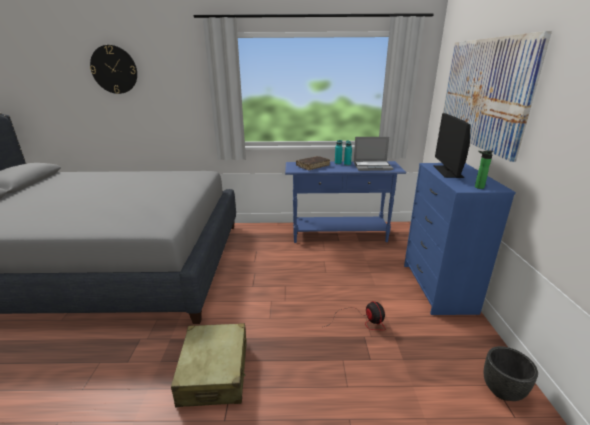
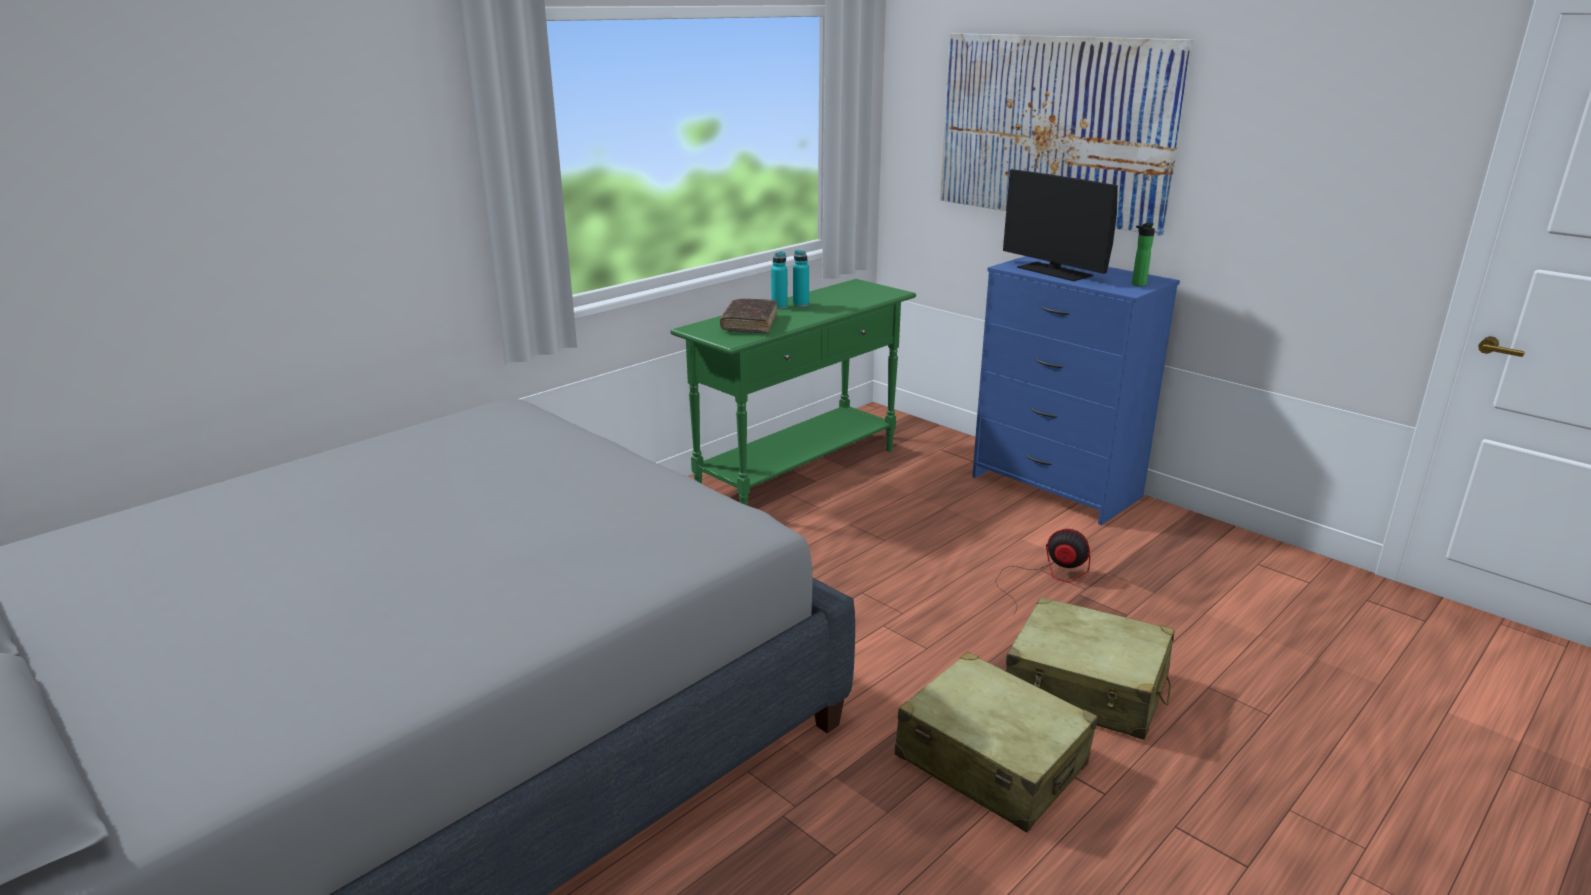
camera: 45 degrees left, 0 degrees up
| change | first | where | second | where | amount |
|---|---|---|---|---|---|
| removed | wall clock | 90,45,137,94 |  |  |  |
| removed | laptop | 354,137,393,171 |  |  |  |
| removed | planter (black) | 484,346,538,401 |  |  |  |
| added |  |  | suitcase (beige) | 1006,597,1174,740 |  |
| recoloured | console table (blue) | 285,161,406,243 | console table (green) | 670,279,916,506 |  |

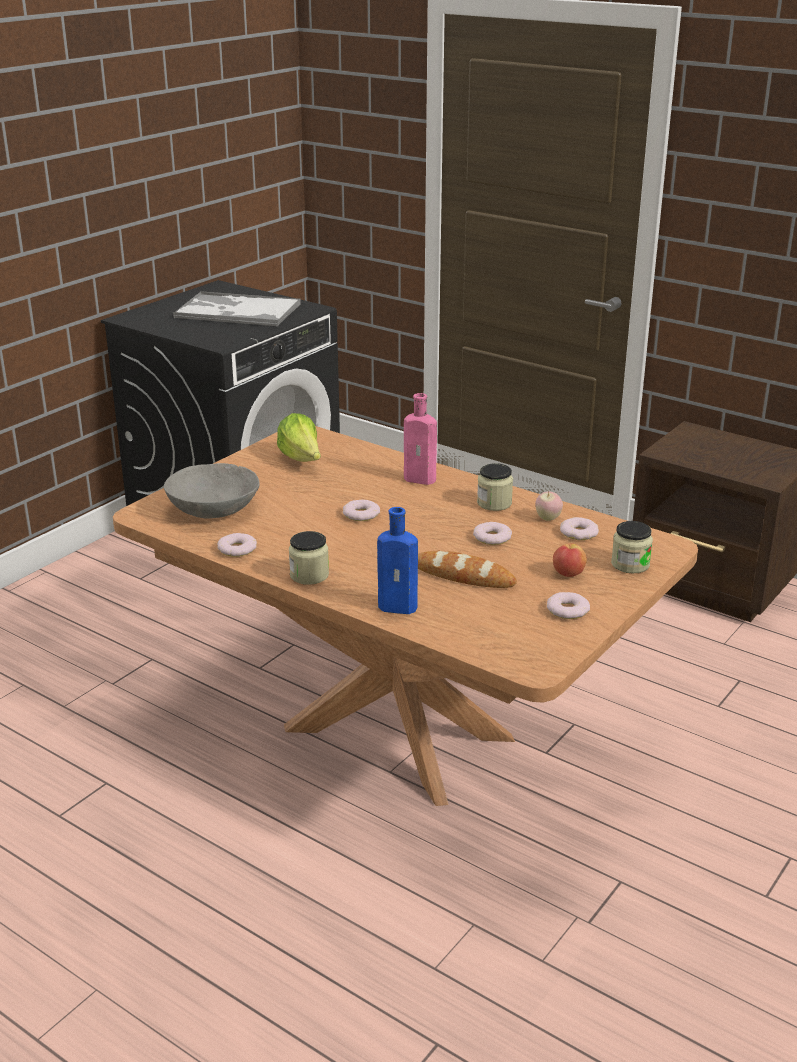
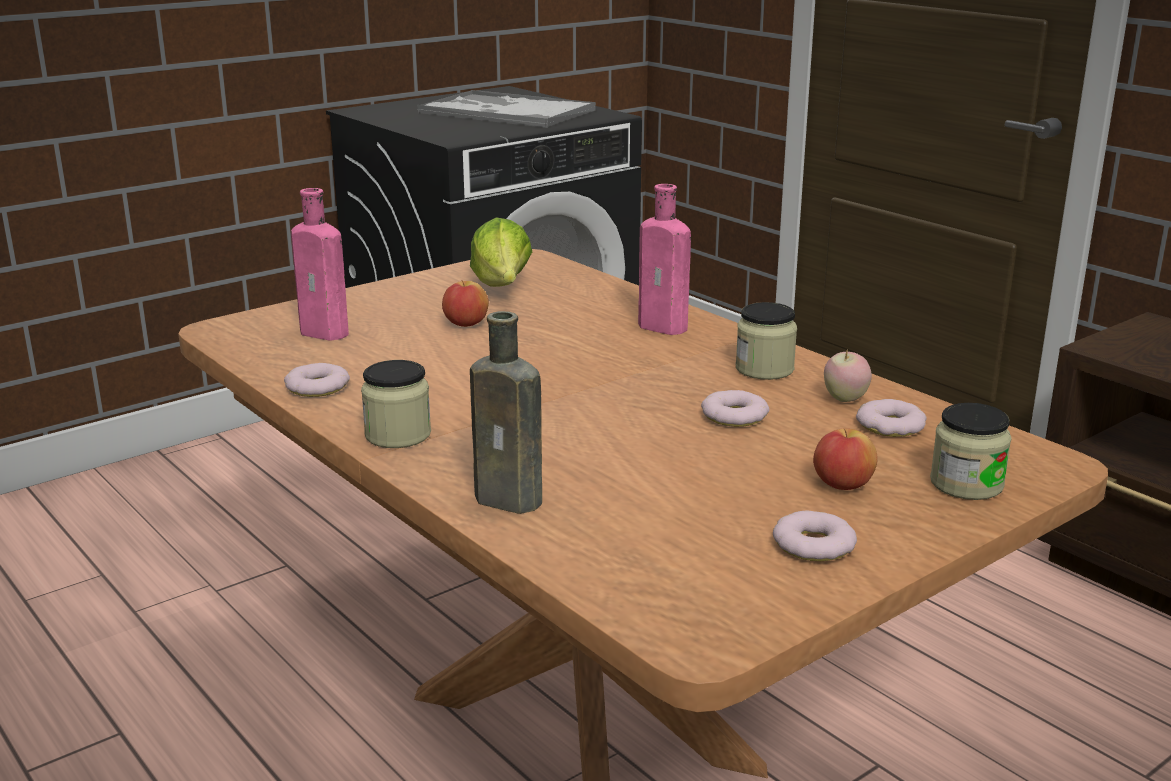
camera: 15 degrees right, 5 degrees down
| change | first | where | second | where | amount |
|---|---|---|---|---|---|
| removed | donut | 343,500,380,521 |  |  |  |
| removed | bread | 418,551,517,588 |  |  |  |
| added |  |  | apple | 442,281,489,327 |  |
| replaced | bowl (grey) | 164,463,260,518 | bottle (pink) | 291,188,349,341 |  |
| recoloured | bottle (blue) | 377,507,418,614 | bottle (brown) | 470,311,542,520 |  |

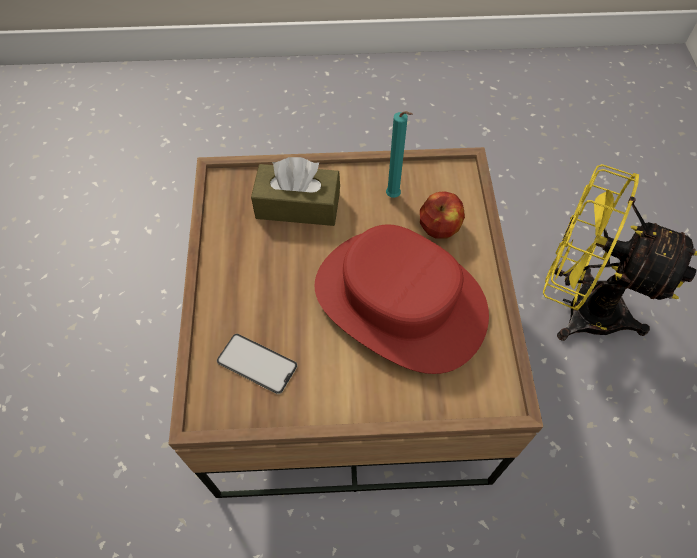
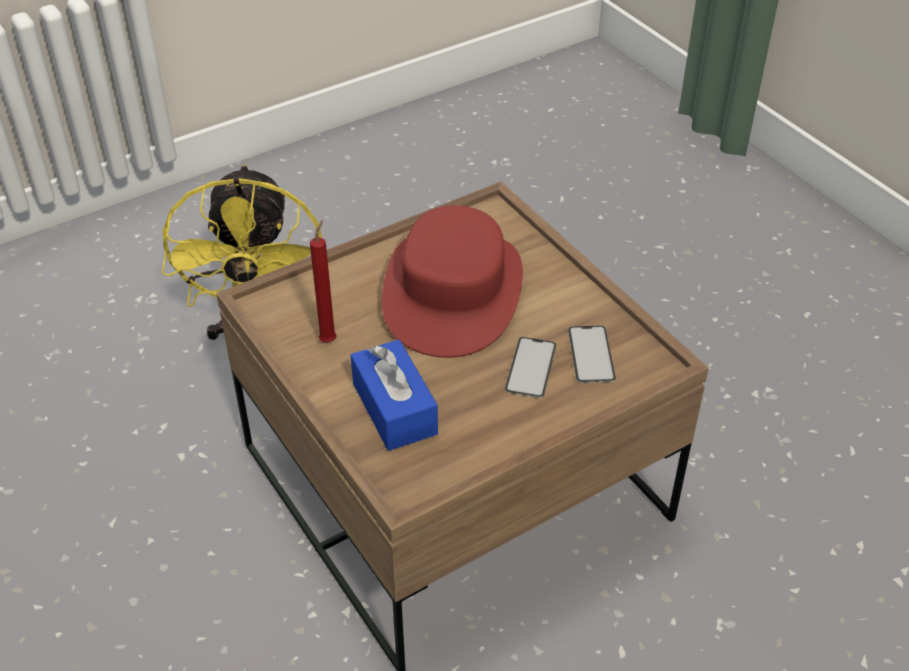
camera: 120 degrees left, 15 degrees down
| change | first | where | second | where | amount |
|---|---|---|---|---|---|
| removed | apple | 420,191,465,239 |  |  |  |
| added |  |  | phone | 505,337,556,398 |  |
| recoloured | tissue box (brown) | 251,157,340,226 | tissue box (blue) | 350,340,438,451 |  |
| recoloured | candle (turquoise) | 386,111,413,198 | candle (red) | 310,220,337,342 |  |

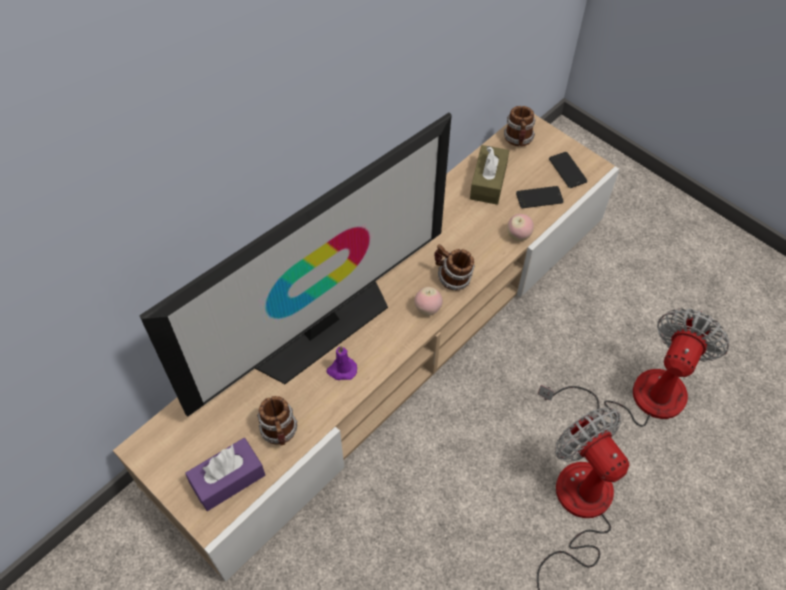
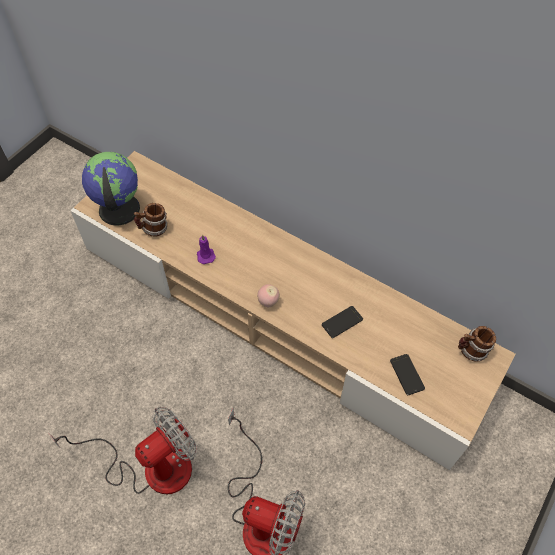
camera: 80 degrees right, 0 degrees up
| change | first | where | second | where | amount |
|---|---|---|---|---|---|
| removed | television | 139,112,452,417 |  |  |  |
| removed | mug | 434,244,475,291 |  |  |  |
| removed | tissue box (brown) | 470,145,509,205 |  |  |  |
| removed | apple | 507,214,534,241 |  |  |  |
| moved | phone | 549,152,587,188 |  | 322,306,363,338 |  |
| replaced | tissue box (purple) | 185,438,265,511 | globe | 82,152,140,225 |  |

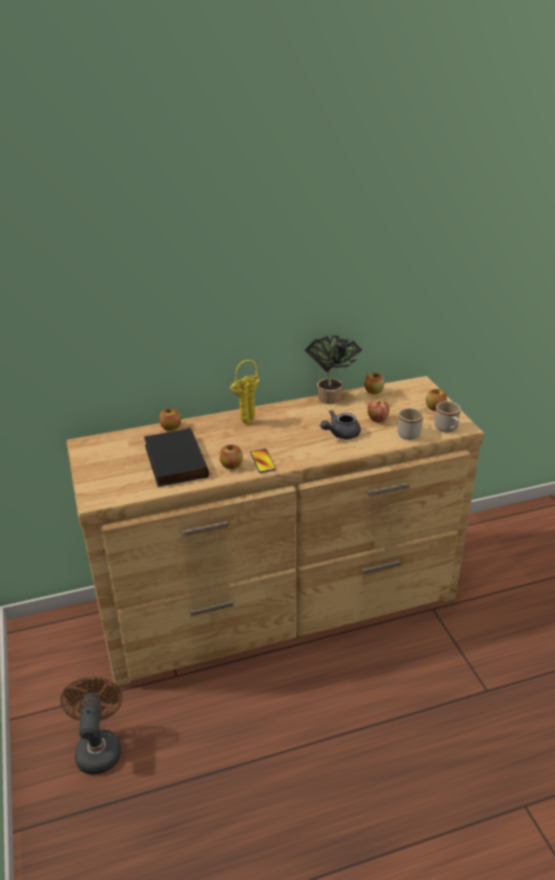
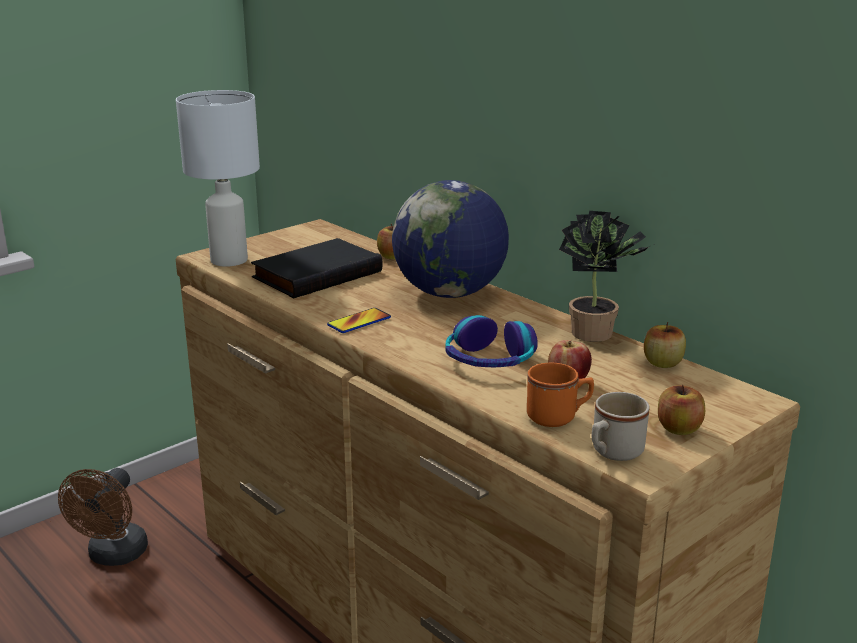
camera: 65 degrees right, 10 degrees down
| change | first | where | second | where | amount |
|---|---|---|---|---|---|
| removed | apple | 220,444,243,469 |  |  |  |
| added |  |  | table lamp (white) | 176,90,260,267 |  |
| replaced | vase (yellow) | 230,360,259,424 | globe | 392,180,509,298 |  |
| replaced | teapot (grey) | 320,410,361,439 | headphones | 446,315,538,367 |  |
| recoloured | mug (beige) | 397,408,423,440 | mug (orange) | 527,363,594,427 |  |
| turned | fan (brown) | 60,676,122,774 |  | 58,468,148,566 | 135 degrees clockwise |

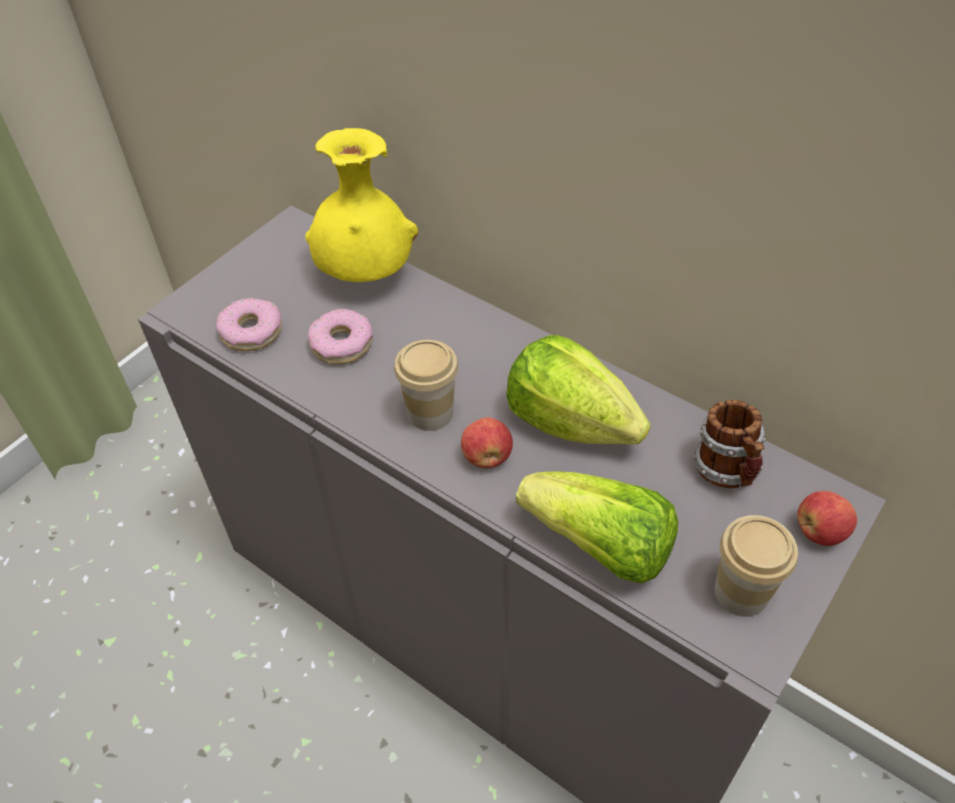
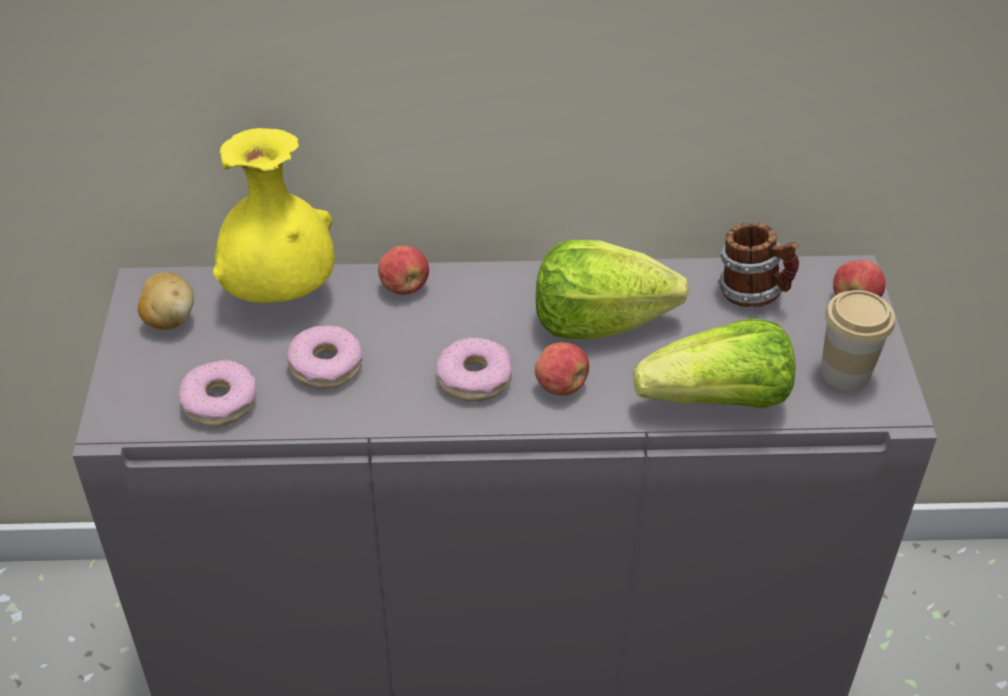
camera: 40 degrees left, 5 degrees down
| change | first | where | second | where | amount |
|---|---|---|---|---|---|
| added |  |  | potato | 138,272,194,330 |  |
| added |  |  | apple | 378,245,429,295 |  |
| replaced | cup | 394,340,458,431 | donut | 437,338,512,401 |  |

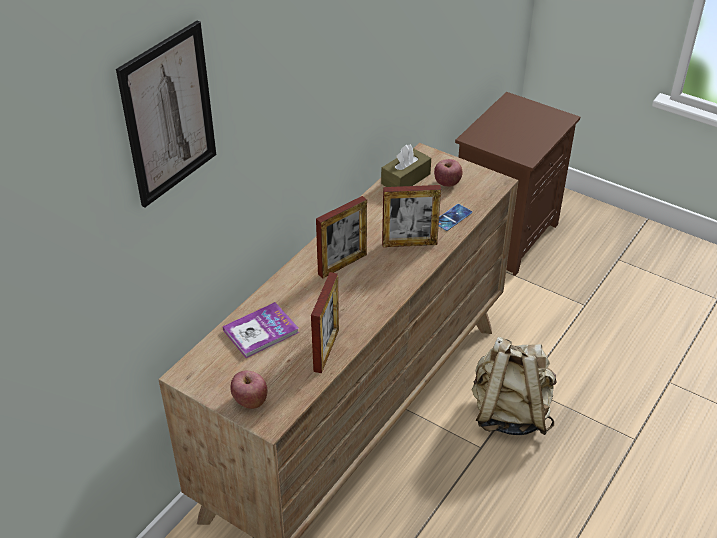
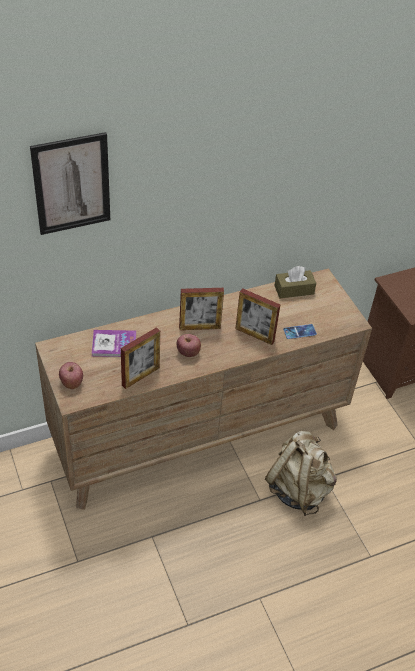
camera: 30 degrees right, 5 degrees up
| change | first | where | second | where | amount |
|---|---|---|---|---|---|
| moved | apple | 434,159,463,187 |  | 176,334,201,357 |  |

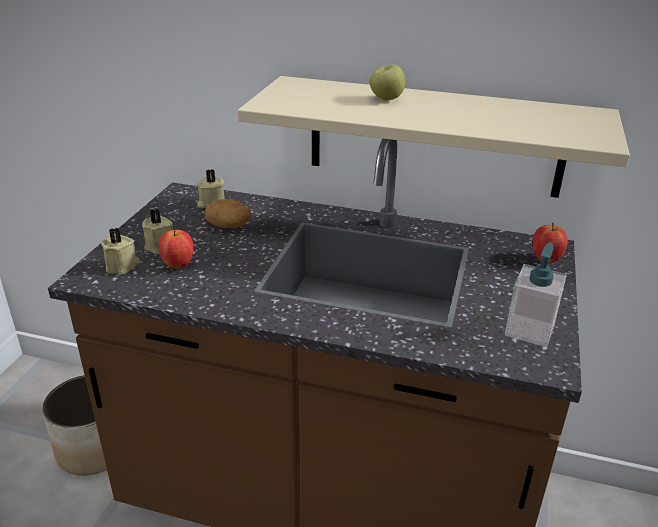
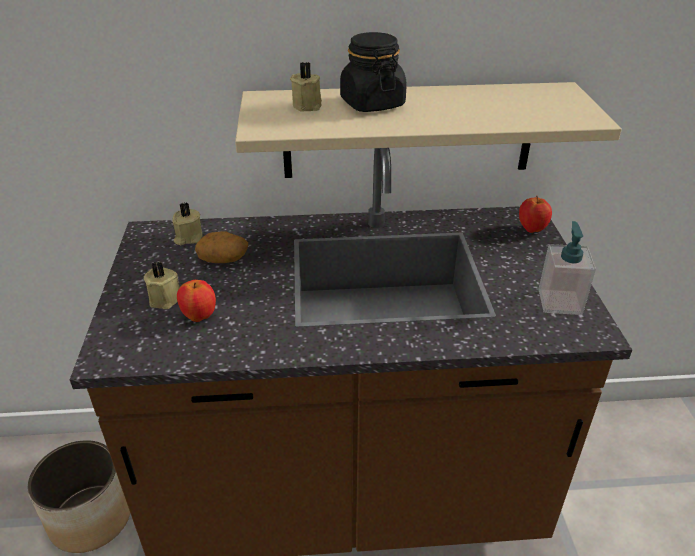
camera: 20 degrees left, 5 degrees up
| change | first | where | second | where | amount |
|---|---|---|---|---|---|
| moved | candle (beige) | 101,227,140,274 |  | 290,62,322,112 |  |
| replaced | apple | 370,64,405,100 | jar (black) | 340,32,407,112 |  |

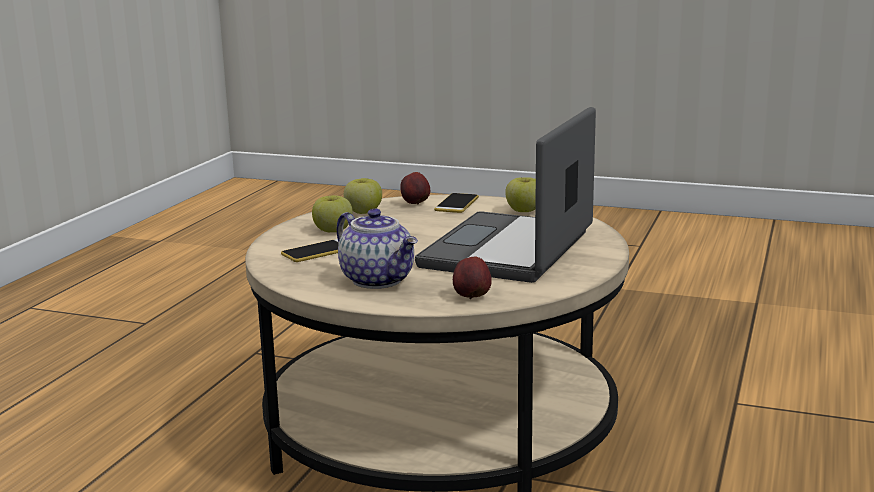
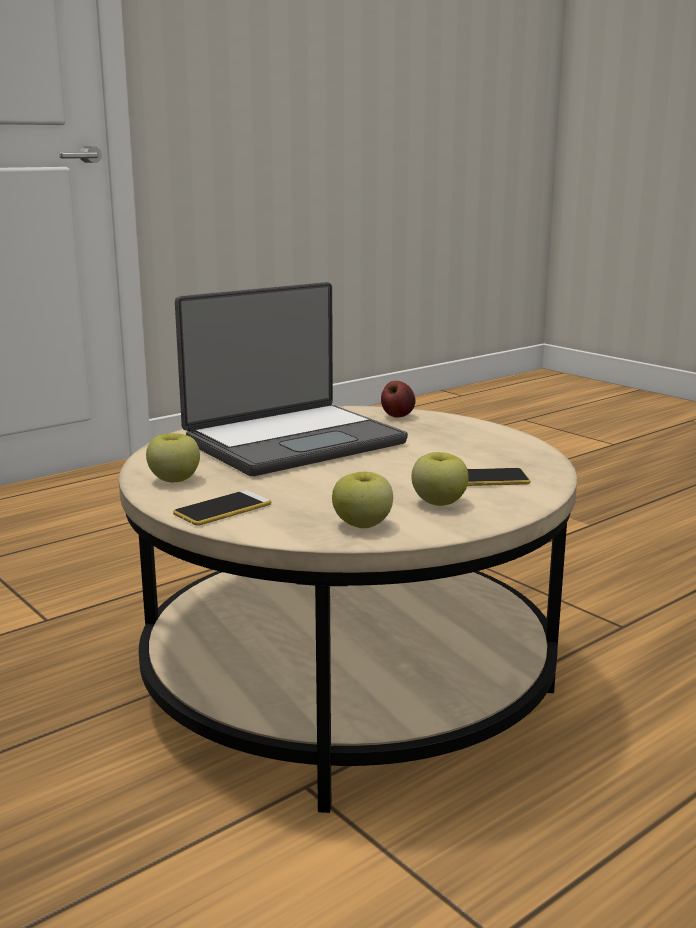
camera: 150 degrees left, 0 degrees up
| change | first | where | second | where | amount |
|---|---|---|---|---|---|
| removed | teapot | 337,208,418,289 |  |  |  |
| removed | apple | 400,172,430,204 |  |  |  |

